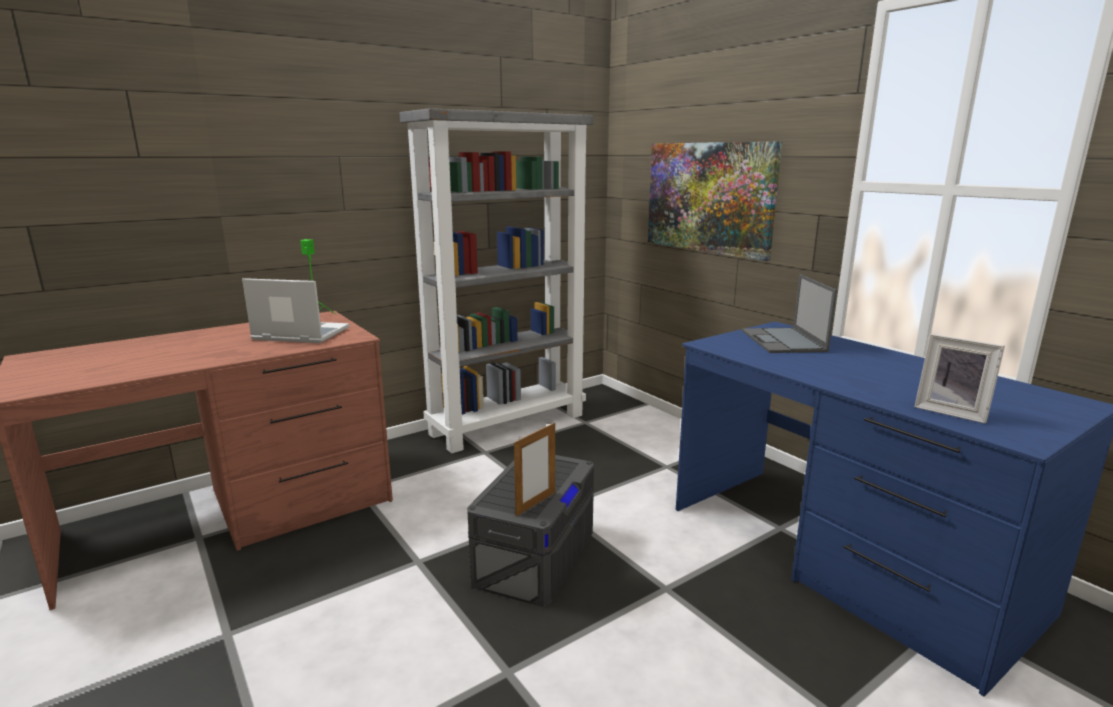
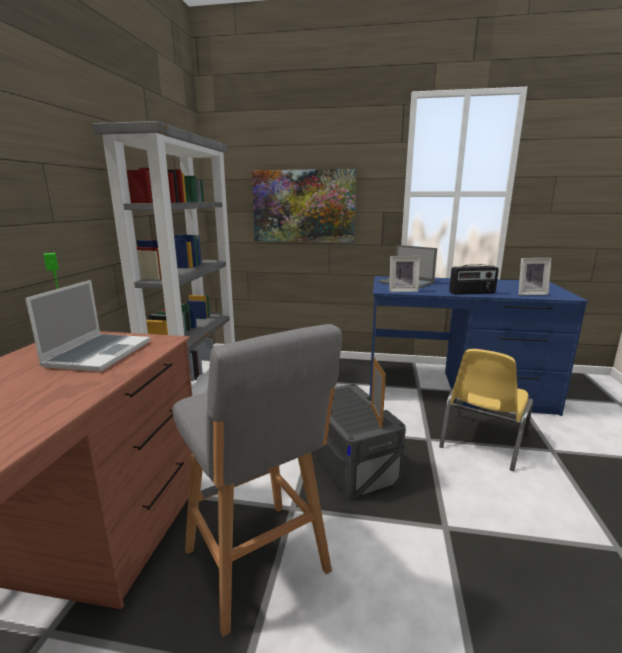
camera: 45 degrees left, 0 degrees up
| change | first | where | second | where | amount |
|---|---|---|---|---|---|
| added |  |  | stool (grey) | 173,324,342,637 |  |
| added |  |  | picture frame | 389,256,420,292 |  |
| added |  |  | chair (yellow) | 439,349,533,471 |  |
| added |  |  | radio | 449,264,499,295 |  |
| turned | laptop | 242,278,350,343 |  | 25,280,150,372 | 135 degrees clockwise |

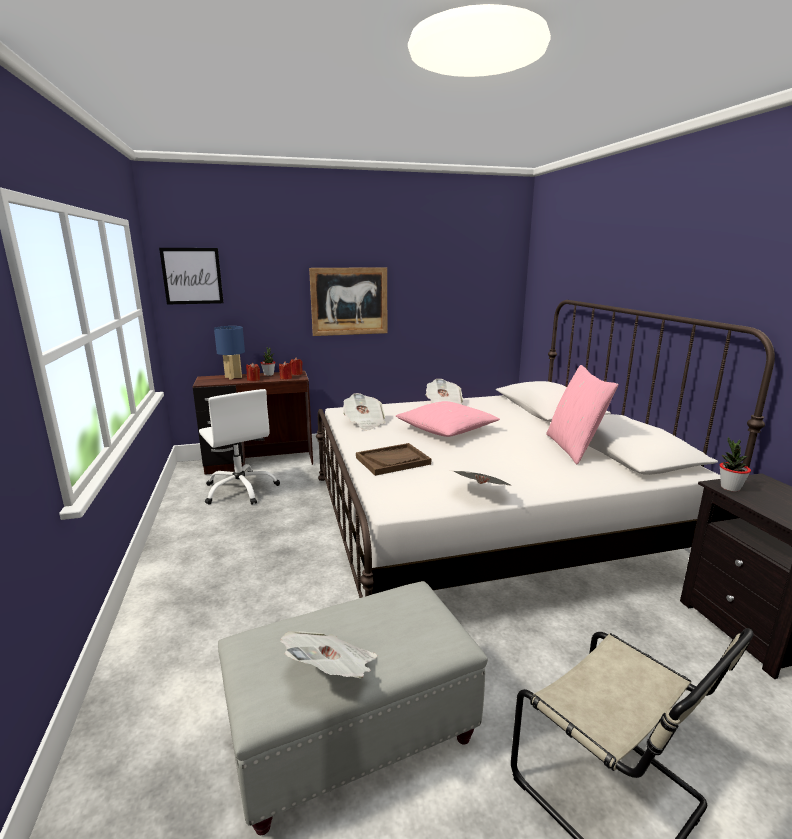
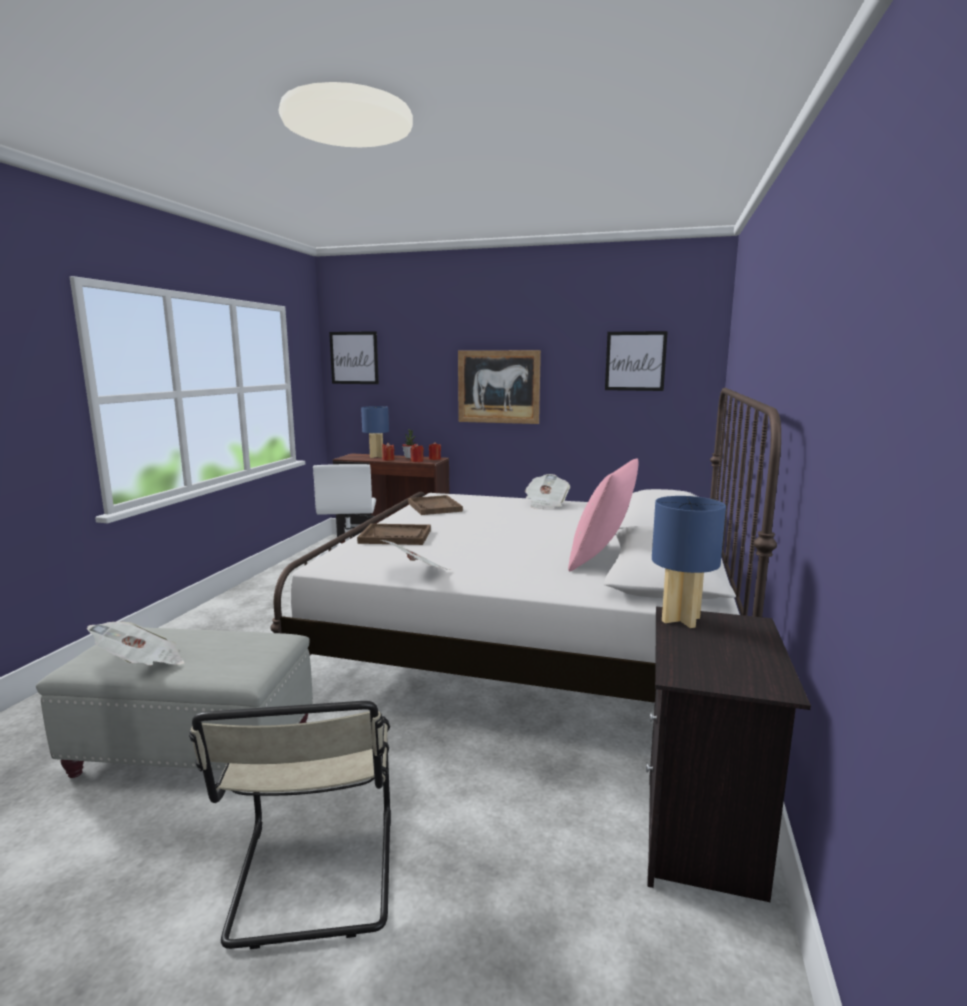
camera: 30 degrees right, 5 degrees down
| change | first | where | second | where | amount |
|---|---|---|---|---|---|
| removed | pillow (pink) | 396,401,500,437 |  |  |  |
| added |  |  | picture | 605,331,668,391 |  |
| replaced | newspaper | 343,393,386,431 | tray (brown) | 408,495,463,515 |  |
| replaced | potted plant | 720,437,751,492 | table lamp (blue) | 652,496,726,628 |  |

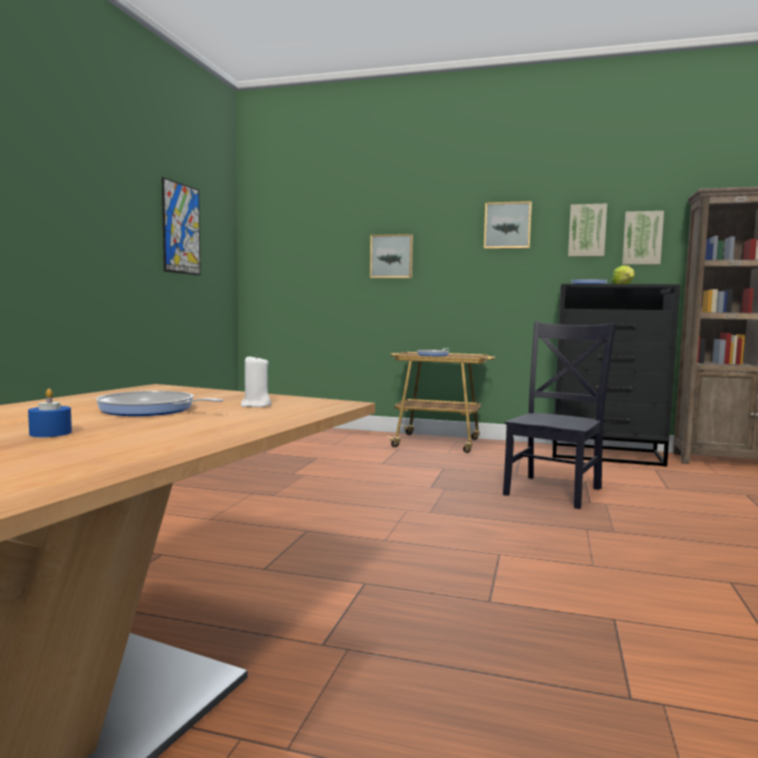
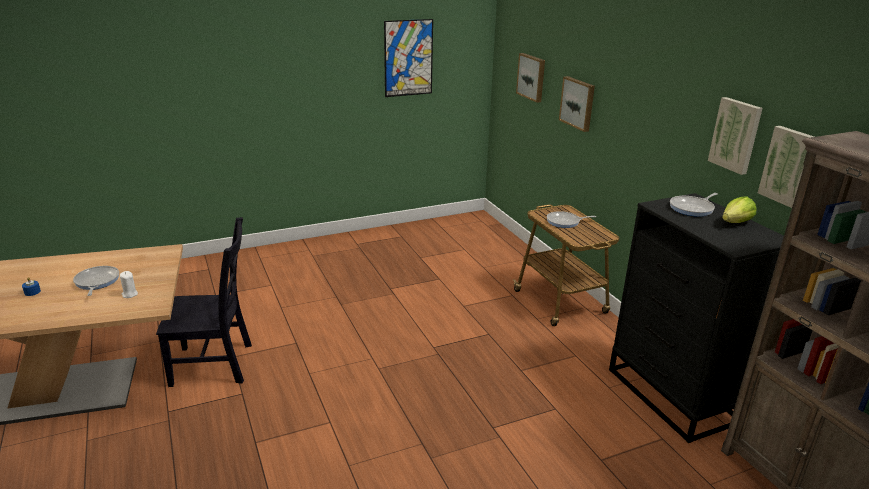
camera: 50 degrees right, 20 degrees up
| change | first | where | second | where | amount |
|---|---|---|---|---|---|
| moved | picture | 484,201,532,249 |  | 516,53,545,103 |  |
| moved | chair (black) | 503,321,617,509 |  | 156,217,252,387 |  |

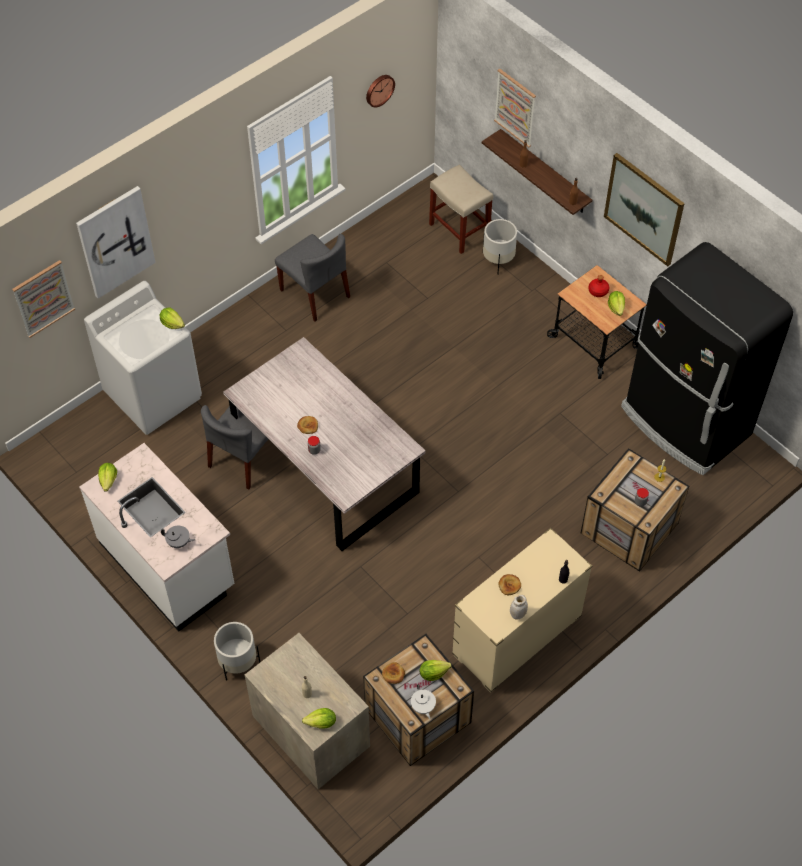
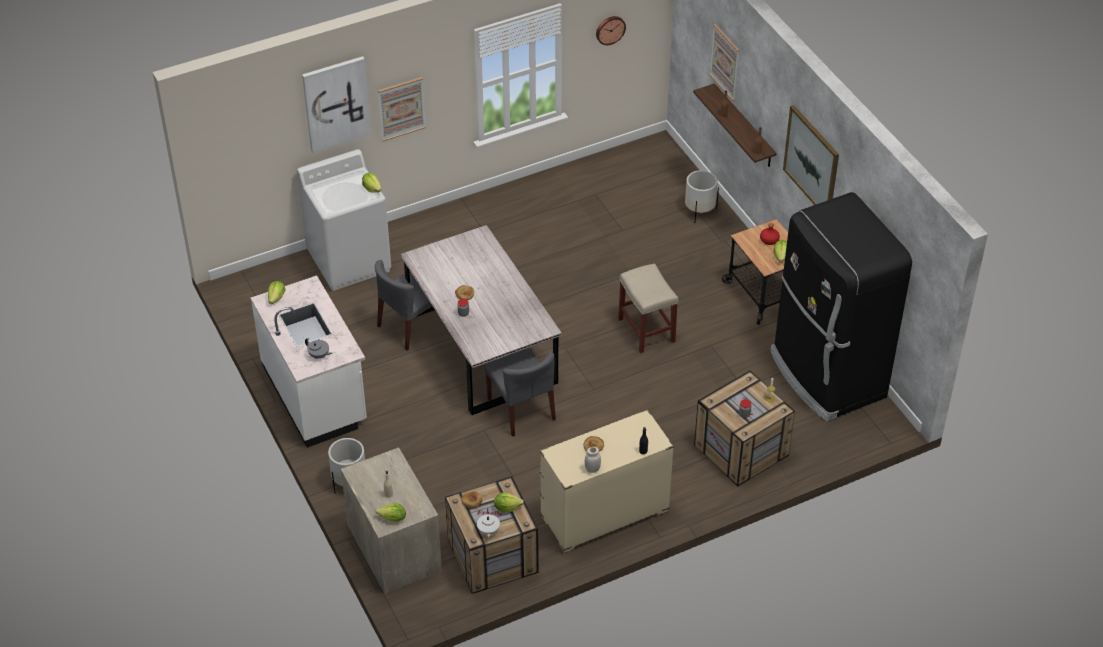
camera: 15 degrees right, 10 degrees down
| change | first | where | second | where | amount |
|---|---|---|---|---|---|
| moved | picture | 12,260,75,338 |  | 378,77,426,141 |  |
| moved | chair (grey) | 275,234,350,322 |  | 484,348,556,437 |  |
| moved | stool (beige) | 429,164,493,254 |  | 618,263,678,353 |  |

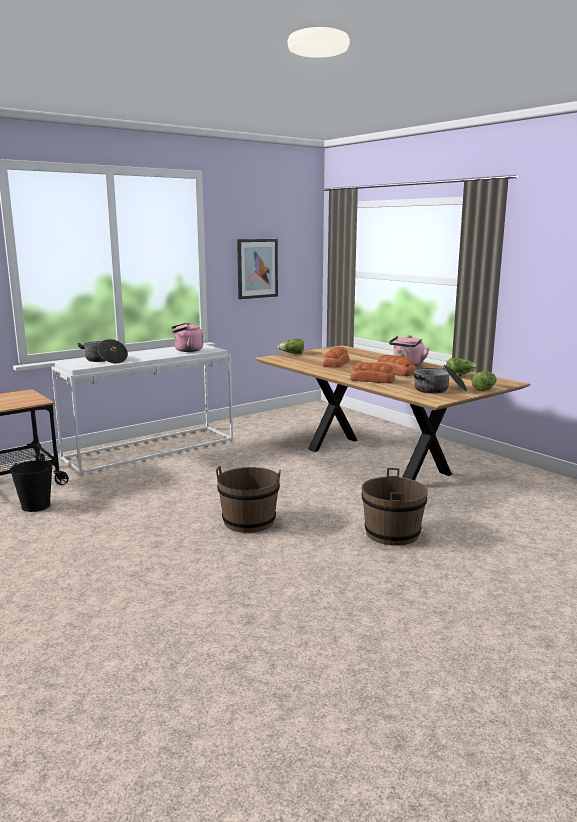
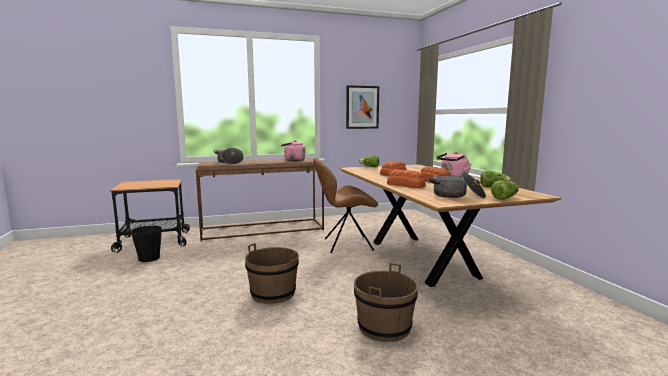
camera: 20 degrees right, 5 degrees down
| change | first | where | second | where | amount |
|---|---|---|---|---|---|
| added |  |  | chair (brown) | 313,158,378,253 |  |
| recoloured | console table (white) | 51,344,233,475 | console table (brown) | 196,158,324,241 |  |

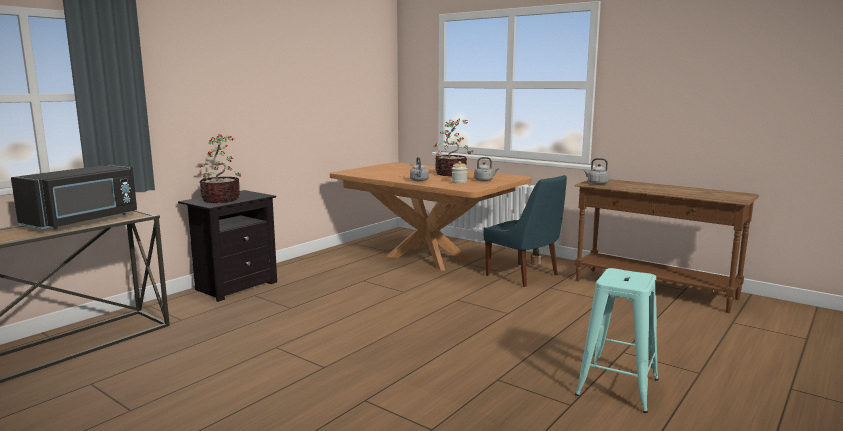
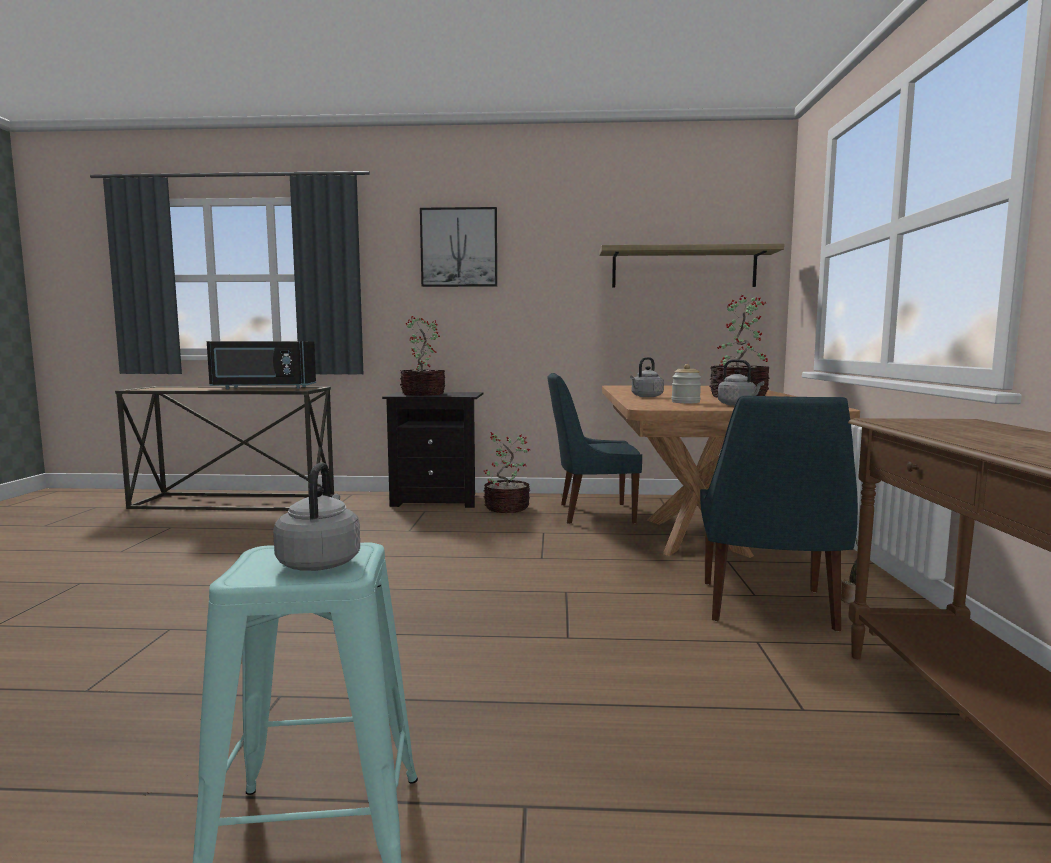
camera: 55 degrees right, 5 degrees down
| change | first | where | second | where | amount |
|---|---|---|---|---|---|
| added |  |  | picture | 420,207,497,287 |  |
| added |  |  | potted plant | 483,432,530,513 |  |
| added |  |  | chair (blue) | 548,373,642,524 |  |
| added |  |  | shelf | 599,244,784,288 |  |
| moved | kettle (grey) | 583,158,609,185 |  | 273,462,360,571 |  |

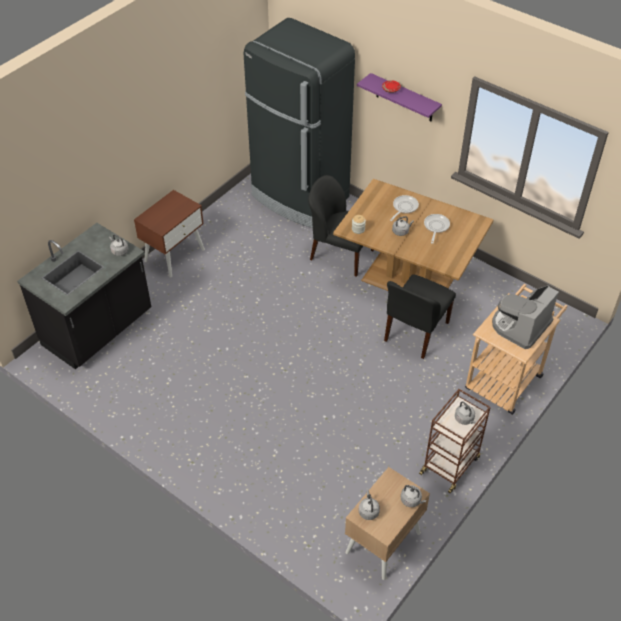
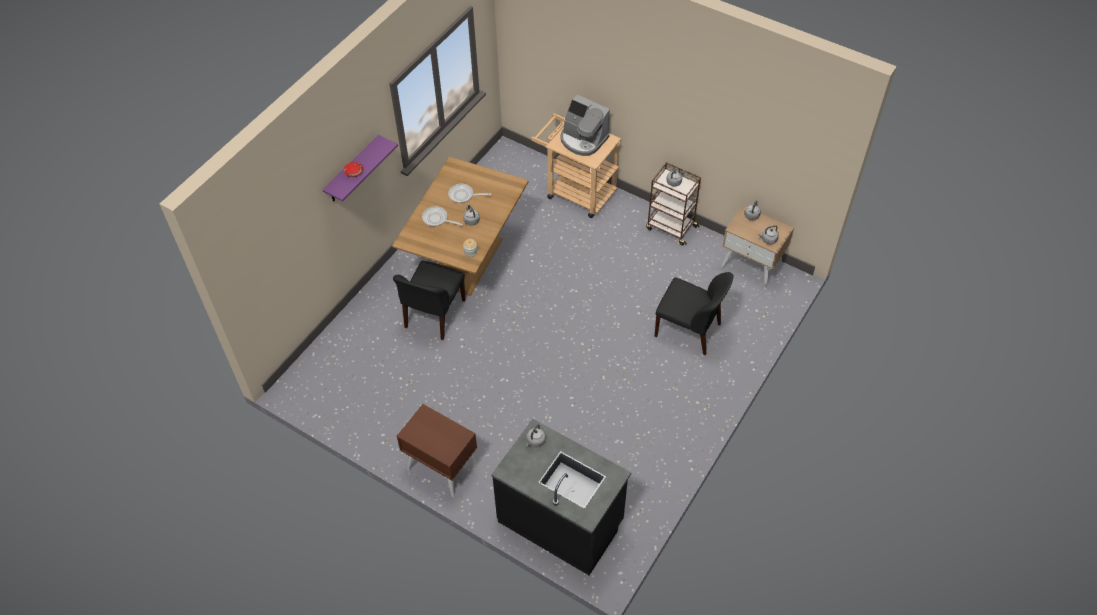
camera: 95 degrees left, 5 degrees up
| change | first | where | second | where | amount |
|---|---|---|---|---|---|
| removed | fridge (black) | 243,18,355,228 |  |  |  |
| moved | chair (black) | 384,274,456,359 |  | 655,272,734,355 |  |

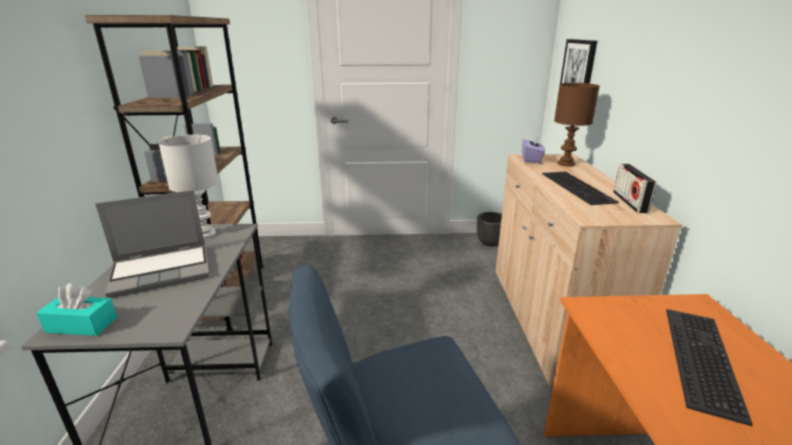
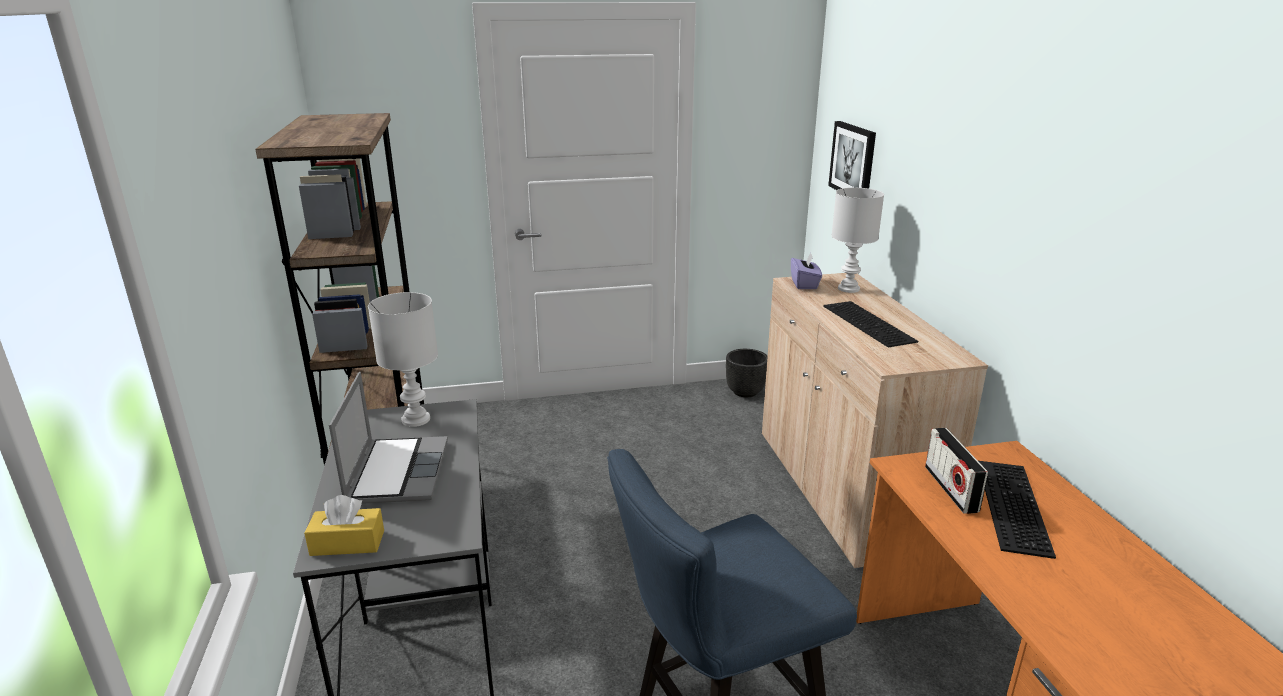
camera: 10 degrees left, 0 degrees up
| change | first | where | second | where | amount |
|---|---|---|---|---|---|
| moved | radio | 613,164,657,213 |  | 925,428,988,514 |  |
| recoloured | tissue box (turquoise) | 37,283,117,336 | tissue box (yellow) | 304,495,384,556 |  |
| recoloured | table lamp (brown) | 554,83,600,167 | table lamp (white) | 831,188,884,293 |  |
| turned | laptop | 95,190,209,298 |  | 329,372,448,504 | 60 degrees counterclockwise |

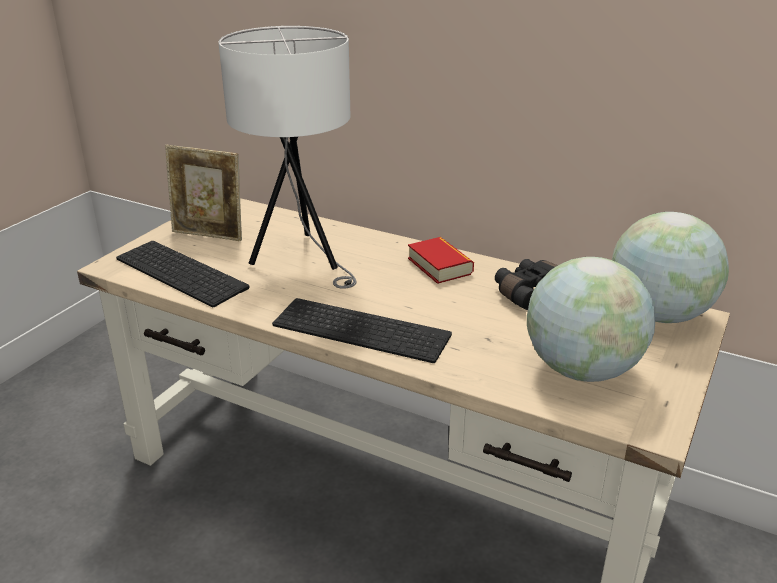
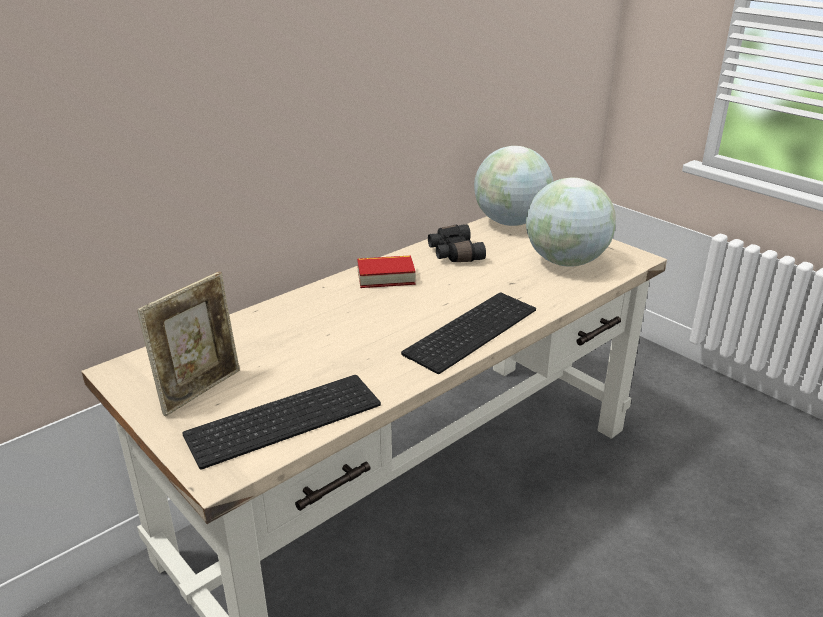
camera: 70 degrees left, 0 degrees up
| change | first | where | second | where | amount |
|---|---|---|---|---|---|
| removed | table lamp (white) | 218,26,357,289 |  |  |  |

